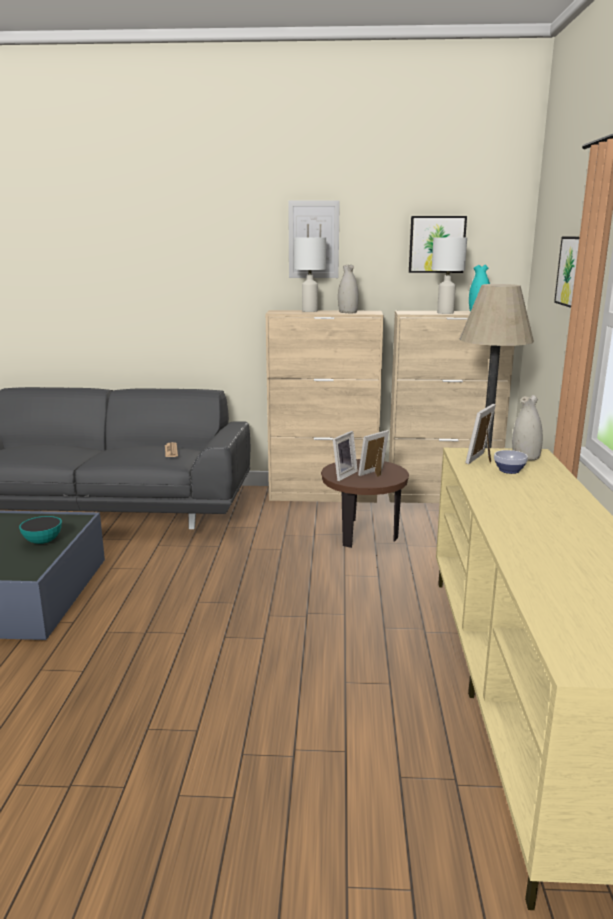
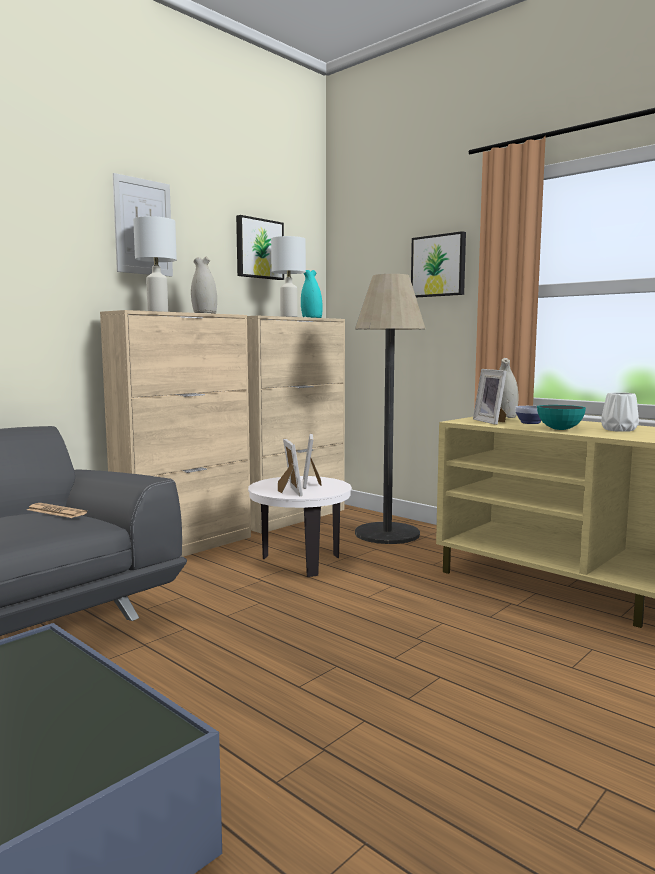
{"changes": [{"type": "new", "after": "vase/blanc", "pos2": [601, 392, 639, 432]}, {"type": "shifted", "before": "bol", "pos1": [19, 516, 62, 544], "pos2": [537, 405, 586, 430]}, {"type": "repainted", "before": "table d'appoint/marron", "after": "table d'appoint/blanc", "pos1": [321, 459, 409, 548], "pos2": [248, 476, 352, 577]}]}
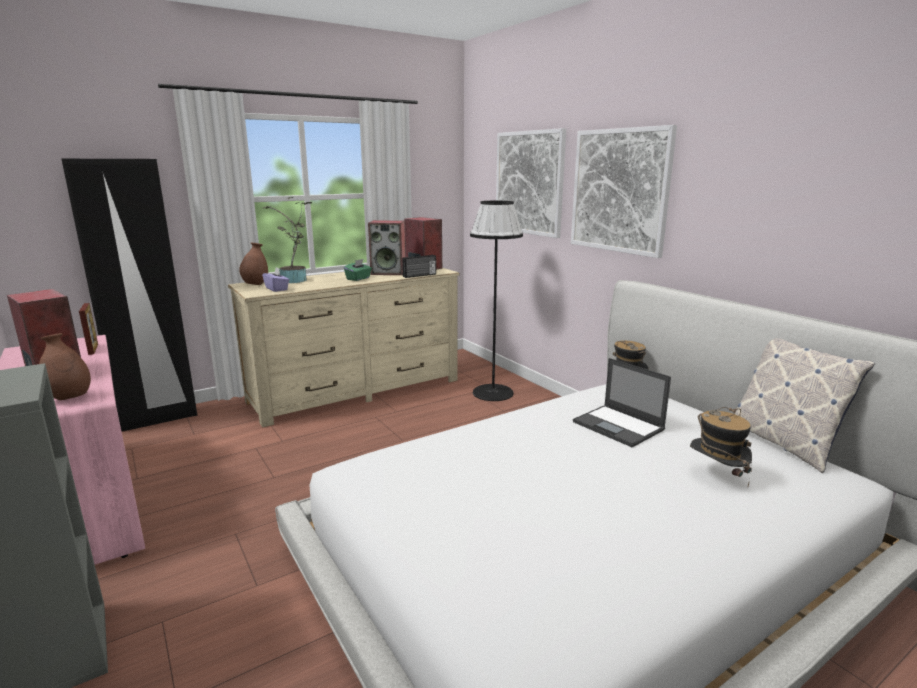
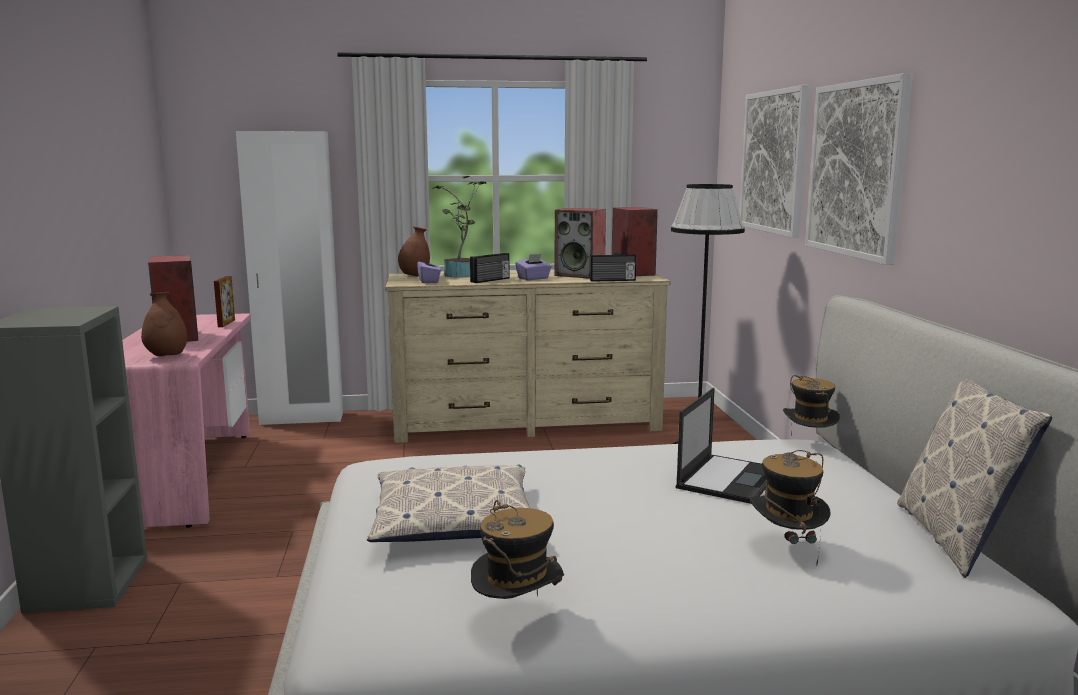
{"changes": [{"type": "new", "after": "coussin", "pos2": [367, 464, 530, 542]}, {"type": "new", "after": "radio", "pos2": [470, 253, 510, 283]}, {"type": "new", "after": "chapeau", "pos2": [471, 500, 564, 599]}, {"type": "repainted", "before": "armoire/noir", "after": "armoire/blanc", "pos1": [61, 159, 198, 432], "pos2": [236, 131, 343, 425]}, {"type": "repainted", "before": "boîte à mouchoirs/vert", "after": "boîte à mouchoirs/violet", "pos1": [344, 259, 372, 281], "pos2": [515, 254, 552, 280]}, {"type": "rotated", "before": "ordinateur portable", "pos1": [573, 358, 671, 447], "pos2": [676, 388, 767, 504], "turn": -135}]}
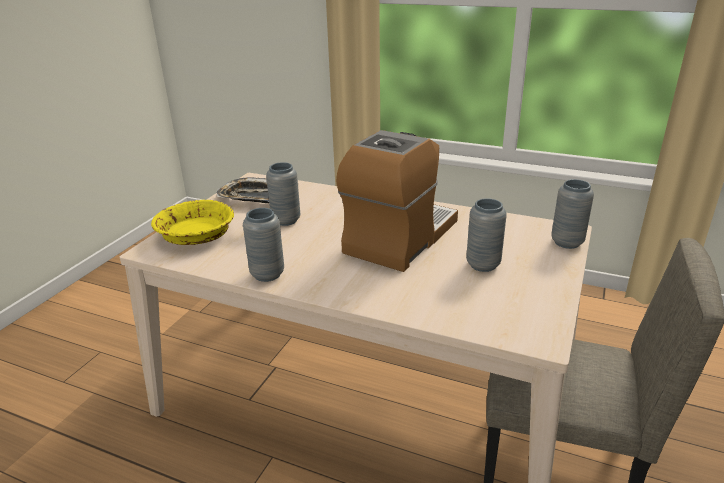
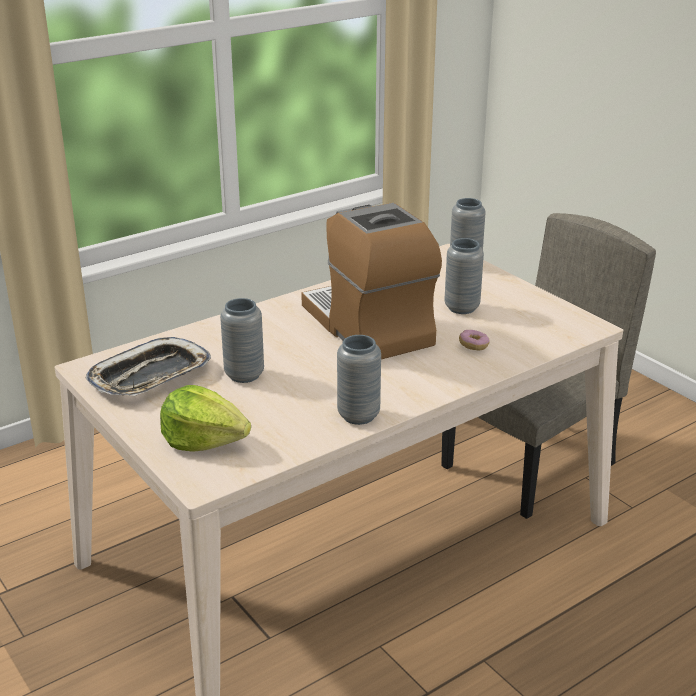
{"changes": [{"type": "new", "after": "beignet", "pos2": [459, 330, 490, 351]}, {"type": "swapped", "before": "bol/jaune", "after": "laitue", "pos1": [151, 199, 234, 245], "pos2": [160, 385, 251, 452]}]}
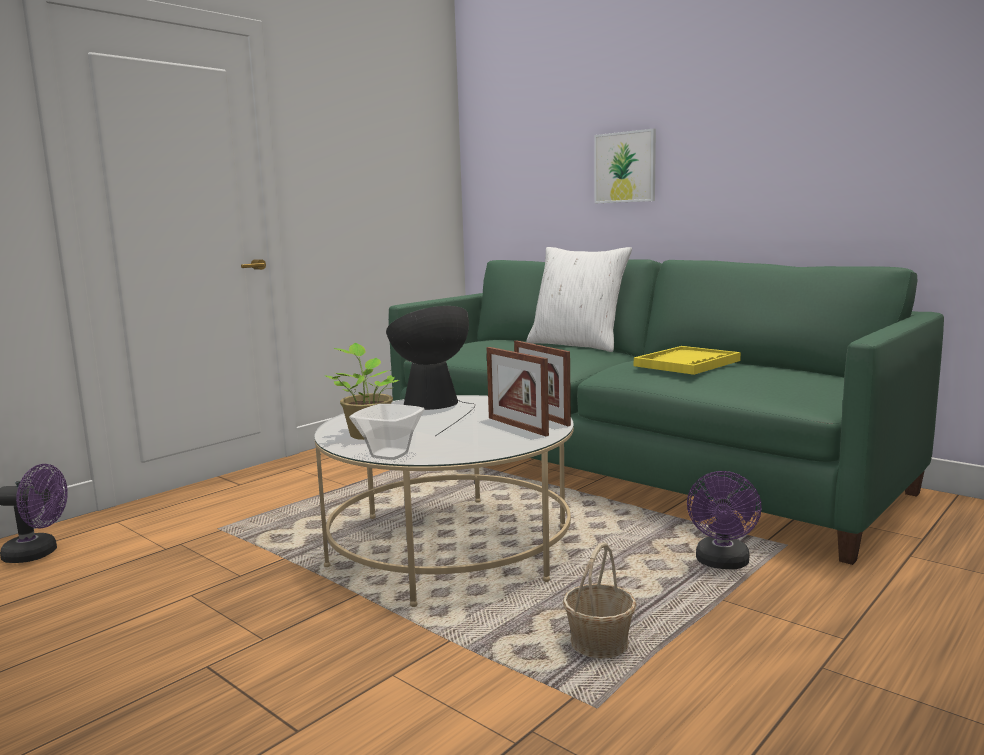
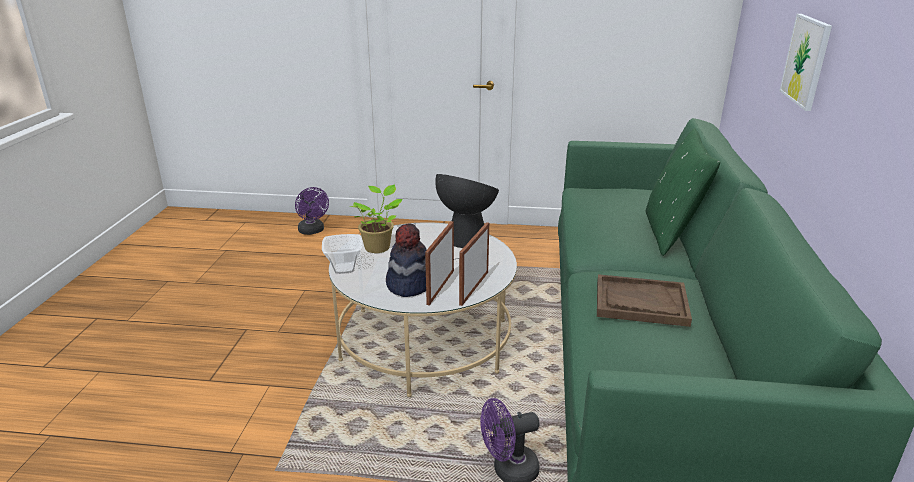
{"changes": [{"type": "gone", "before": "panier", "pos1": [563, 543, 636, 659]}, {"type": "new", "after": "chapeau", "pos2": [386, 223, 426, 297]}, {"type": "repainted", "before": "coussin/blanc", "after": "coussin/vert", "pos1": [526, 247, 632, 352], "pos2": [645, 128, 720, 256]}, {"type": "repainted", "before": "plateau/jaune", "after": "plateau/marron", "pos1": [634, 346, 741, 375], "pos2": [597, 274, 692, 327]}]}
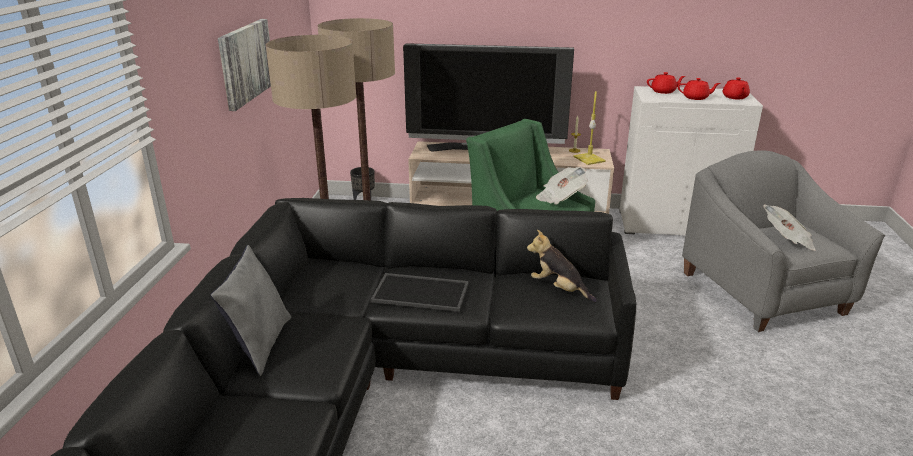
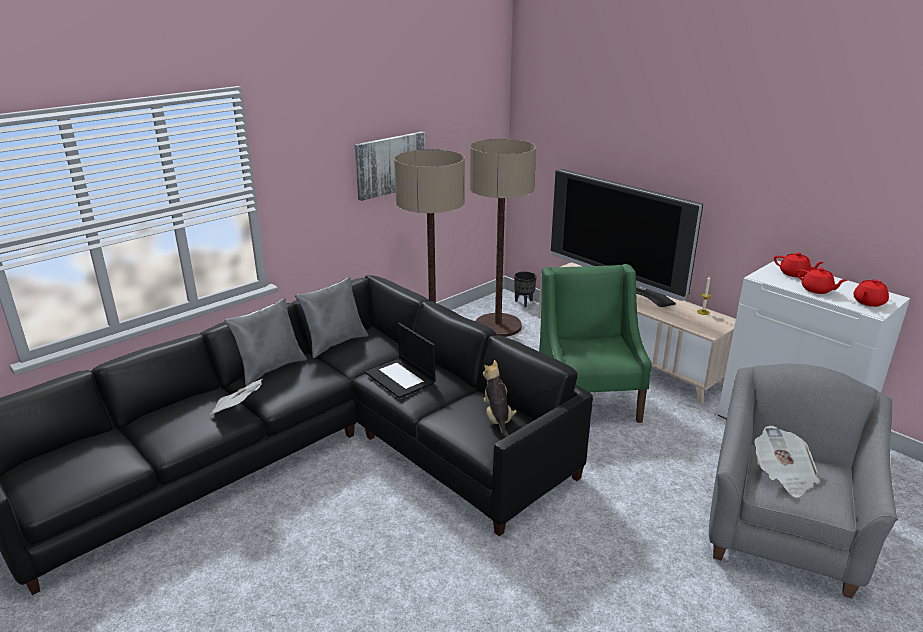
{"changes": [{"type": "gone", "before": "lampe de table/jaune", "pos1": [573, 91, 606, 165]}, {"type": "new", "after": "coussin/gris", "pos2": [295, 277, 369, 358]}, {"type": "shifted", "before": "journal", "pos1": [536, 167, 588, 204], "pos2": [210, 379, 262, 414]}, {"type": "swapped", "before": "plateau", "after": "ordinateur portable", "pos1": [371, 273, 469, 312], "pos2": [365, 323, 435, 399]}]}
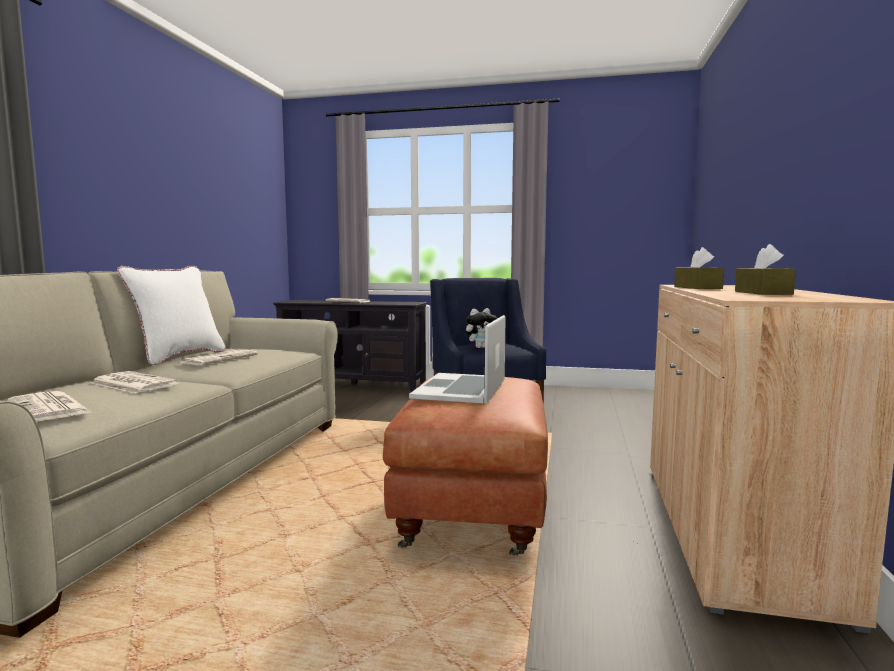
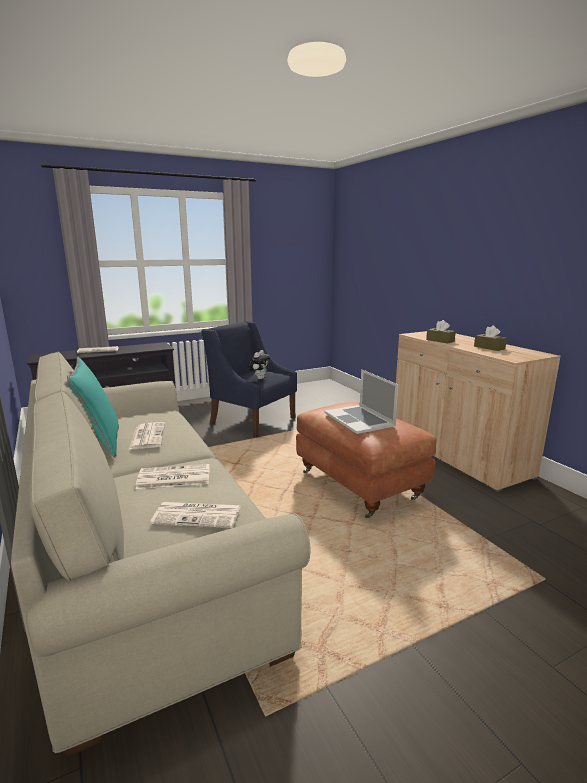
{"changes": [{"type": "repainted", "before": "coussin/blanc", "after": "coussin/turquoise", "pos1": [117, 266, 226, 365], "pos2": [67, 357, 119, 458]}]}
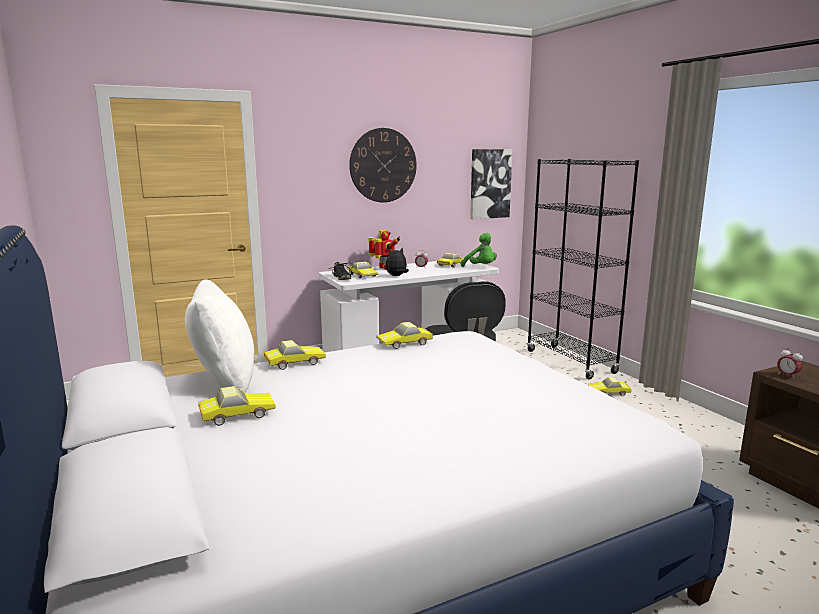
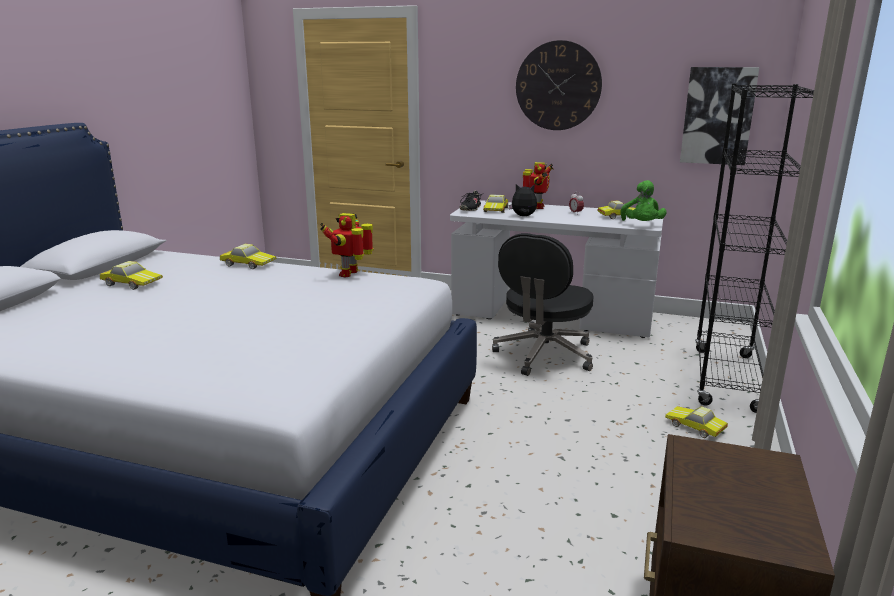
{"changes": [{"type": "gone", "before": "coussin/blanc", "pos1": [185, 280, 254, 393]}, {"type": "gone", "before": "réveil", "pos1": [777, 348, 803, 379]}, {"type": "swapped", "before": "petite voiture", "after": "robot jouet", "pos1": [376, 322, 433, 349], "pos2": [320, 213, 374, 277]}]}
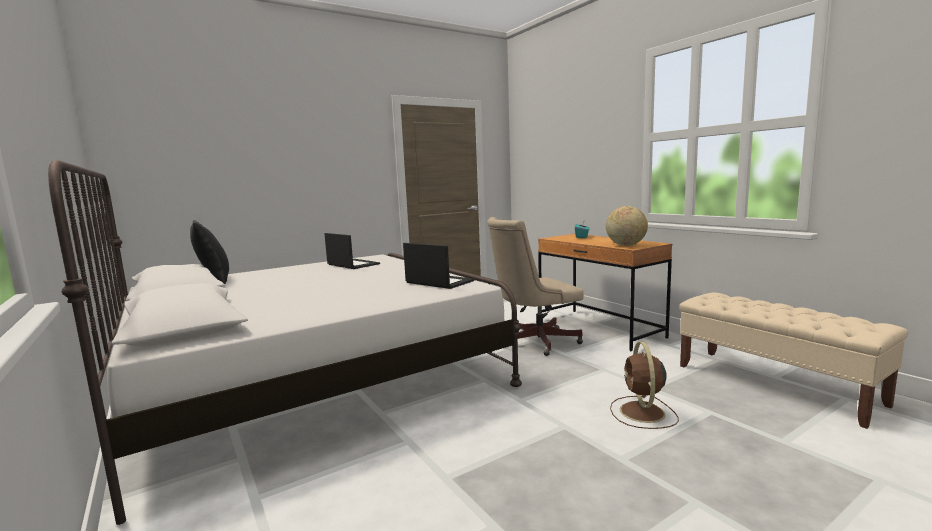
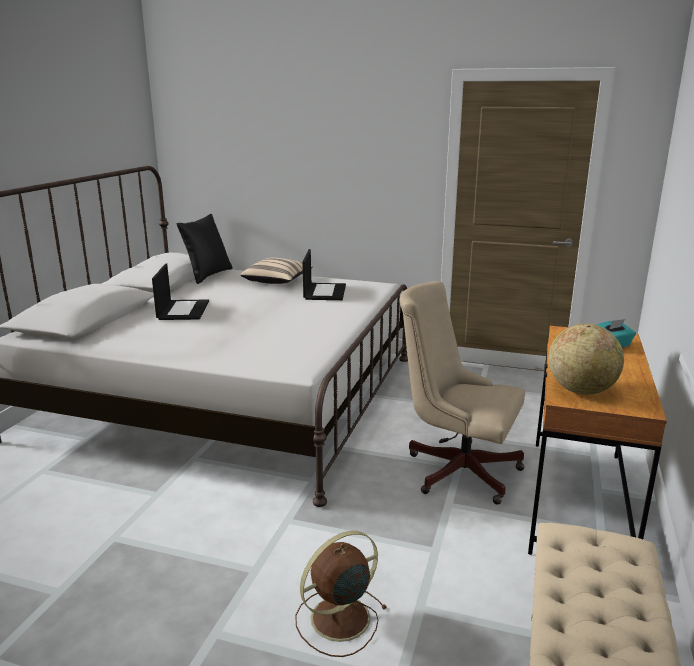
{"changes": [{"type": "new", "after": "coussin/beige", "pos2": [240, 258, 313, 284]}, {"type": "shifted", "before": "ordinateur portable", "pos1": [403, 243, 475, 289], "pos2": [152, 264, 209, 320]}]}
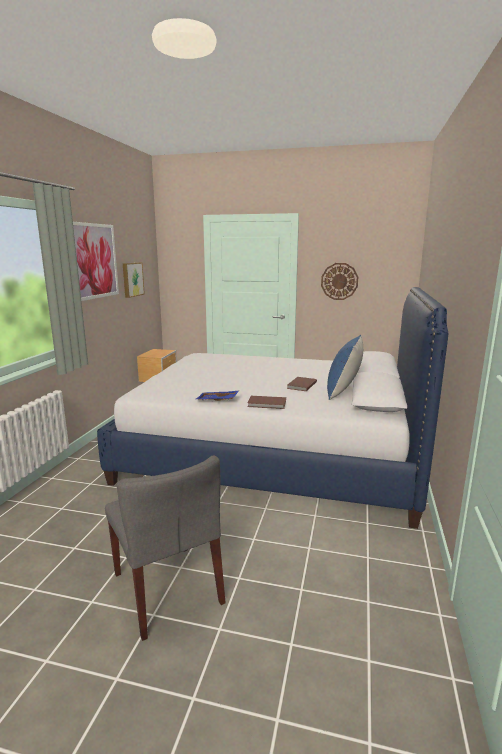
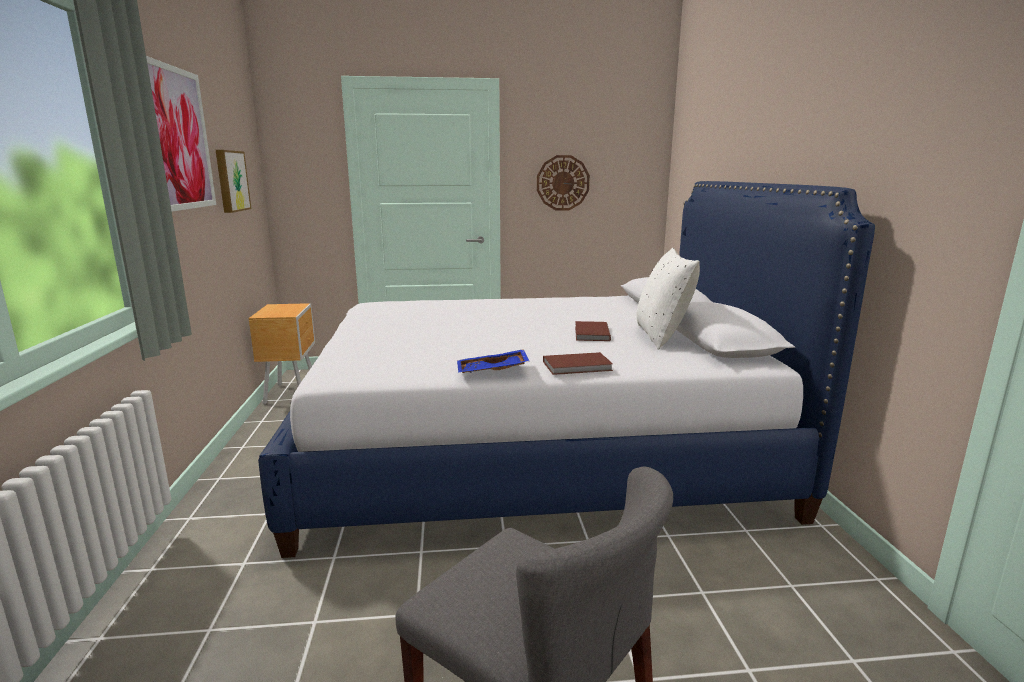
{"changes": [{"type": "repainted", "before": "coussin/bleu", "after": "coussin/blanc", "pos1": [327, 335, 363, 400], "pos2": [636, 248, 700, 350]}]}
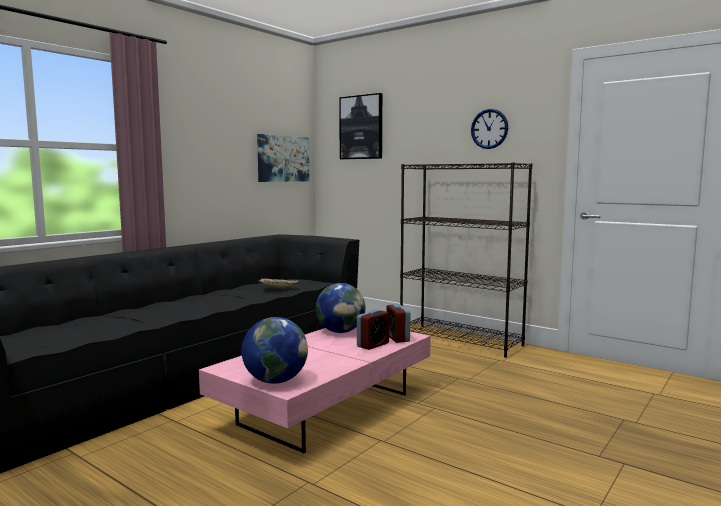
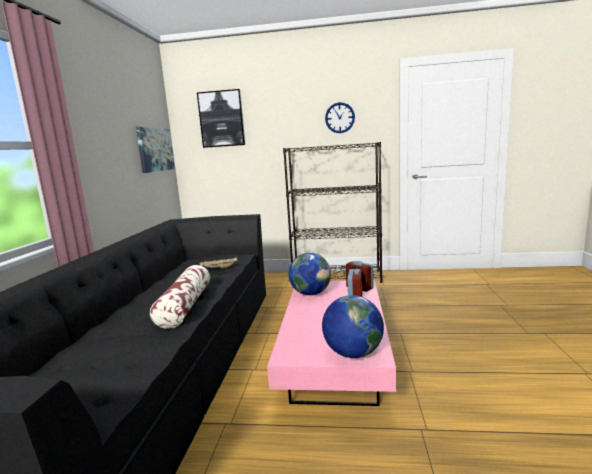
{"changes": [{"type": "new", "after": "coussin", "pos2": [150, 265, 210, 329]}]}
